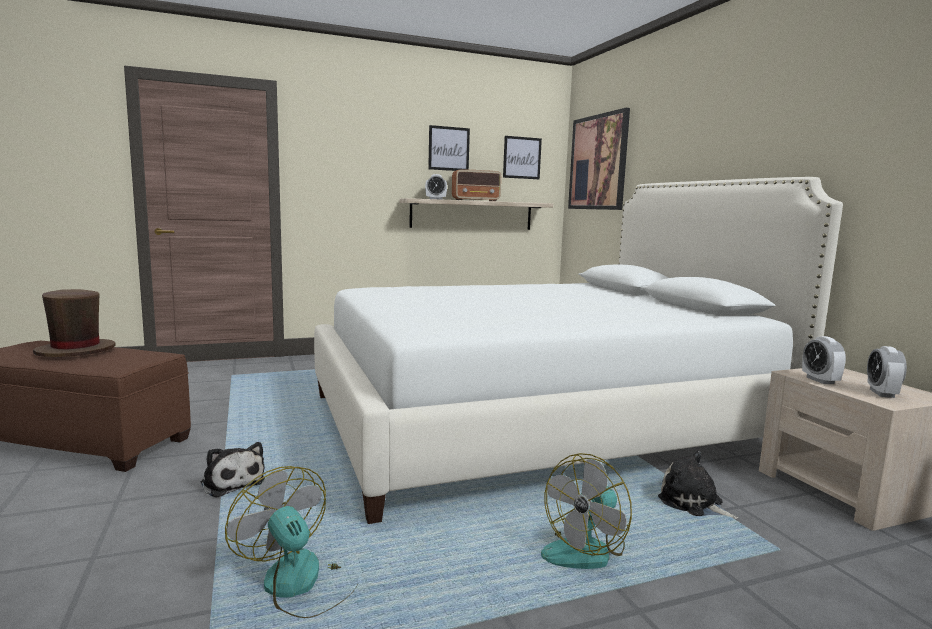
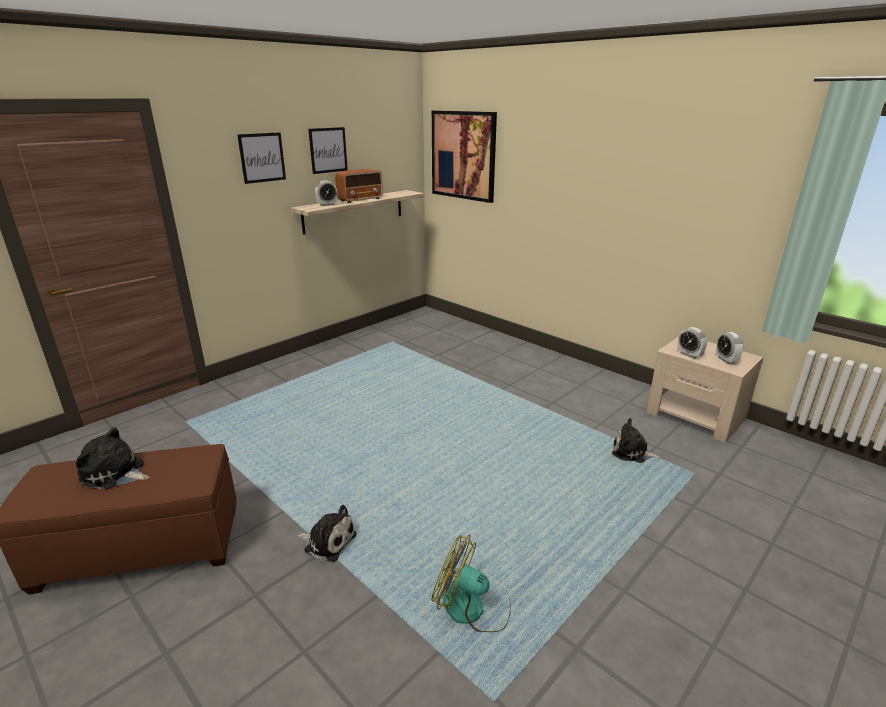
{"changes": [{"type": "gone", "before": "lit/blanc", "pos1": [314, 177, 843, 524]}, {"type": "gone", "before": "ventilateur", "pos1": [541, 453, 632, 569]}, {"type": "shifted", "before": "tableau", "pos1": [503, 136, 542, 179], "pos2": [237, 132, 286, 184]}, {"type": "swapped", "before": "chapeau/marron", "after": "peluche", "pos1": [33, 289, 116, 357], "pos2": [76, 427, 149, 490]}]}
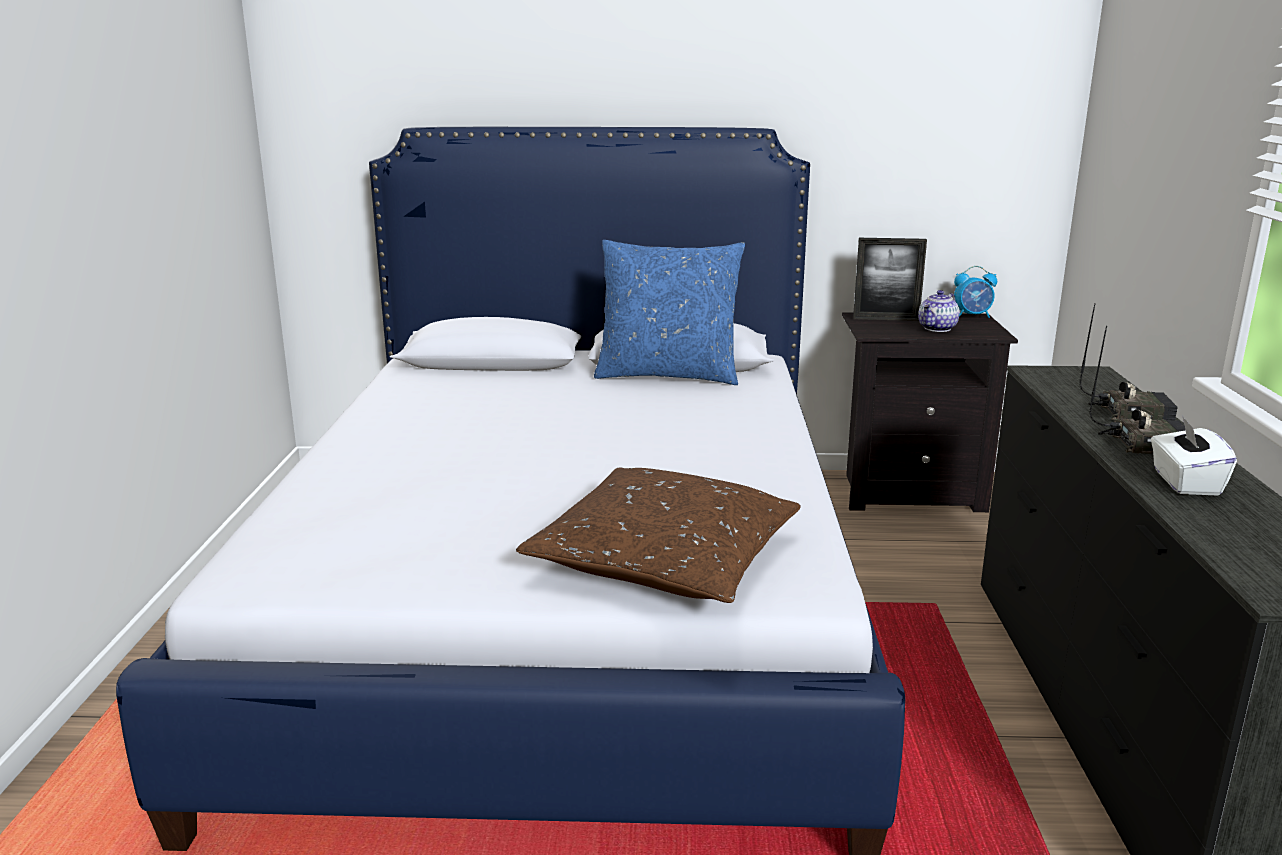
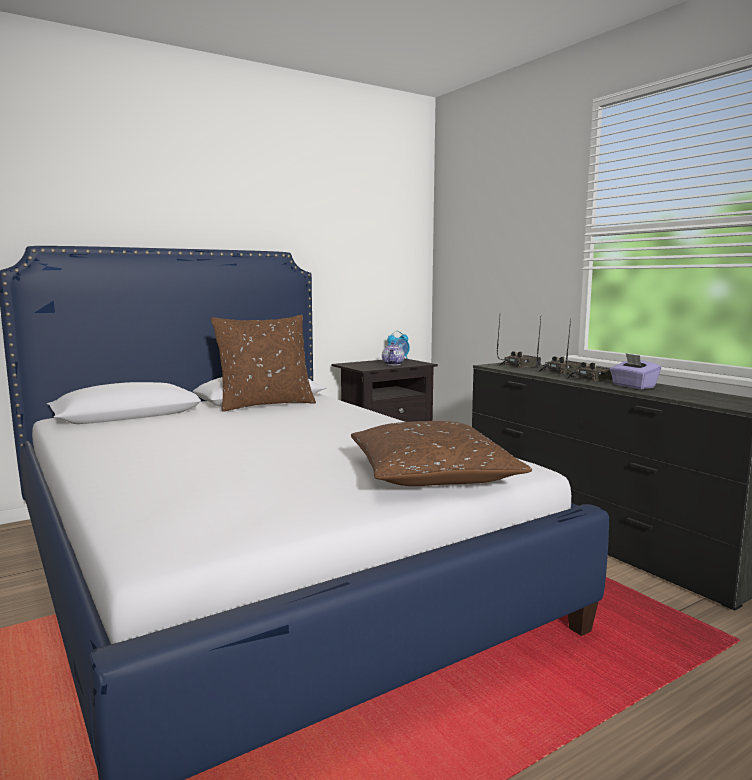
{"changes": [{"type": "gone", "before": "cadre photo", "pos1": [853, 238, 927, 321]}, {"type": "new", "after": "radio", "pos2": [497, 317, 541, 368]}, {"type": "repainted", "before": "coussin/bleu", "after": "coussin/marron", "pos1": [594, 240, 745, 385], "pos2": [211, 315, 316, 412]}, {"type": "repainted", "before": "boîte à mouchoirs/blanc", "after": "boîte à mouchoirs/violet", "pos1": [1151, 415, 1237, 496], "pos2": [610, 353, 661, 389]}]}
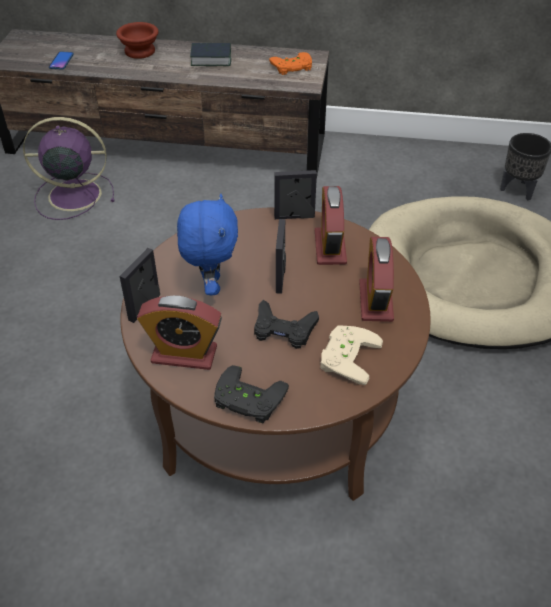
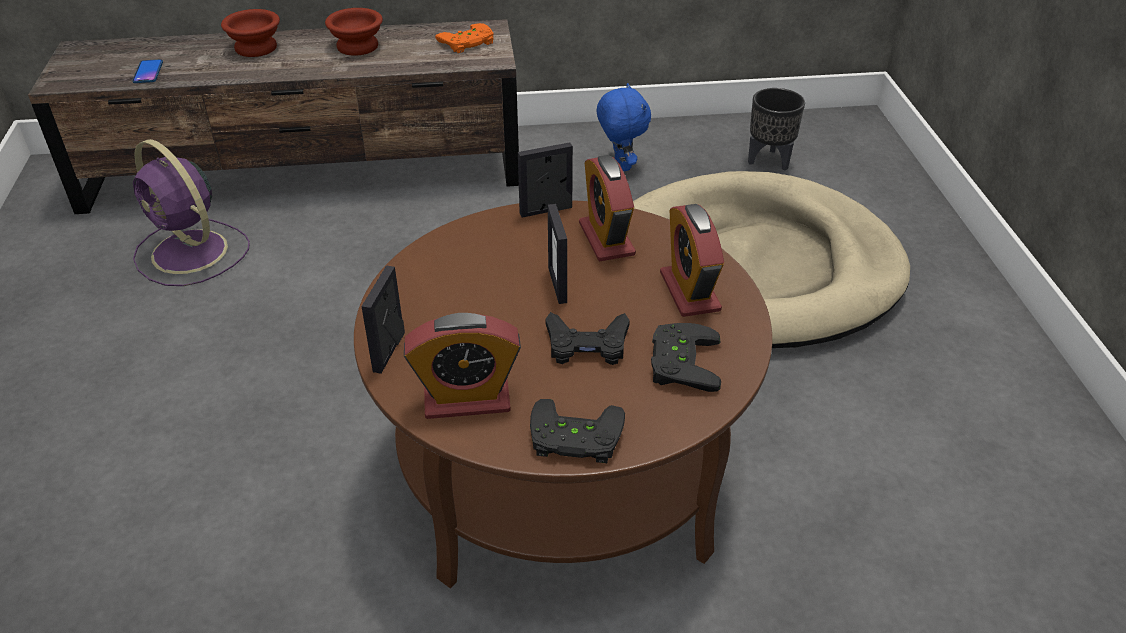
{"changes": [{"type": "shifted", "before": "peluche/bleu", "pos1": [177, 194, 238, 295], "pos2": [597, 83, 651, 171]}, {"type": "swapped", "before": "livre", "after": "bol/marron", "pos1": [190, 43, 231, 66], "pos2": [325, 8, 383, 56]}, {"type": "repainted", "before": "manette/beige", "after": "manette/noir", "pos1": [320, 325, 383, 385], "pos2": [651, 323, 721, 392]}, {"type": "rotated", "before": "ventilateur/violet", "pos1": [23, 117, 114, 220], "pos2": [133, 139, 250, 286], "turn": -120}]}
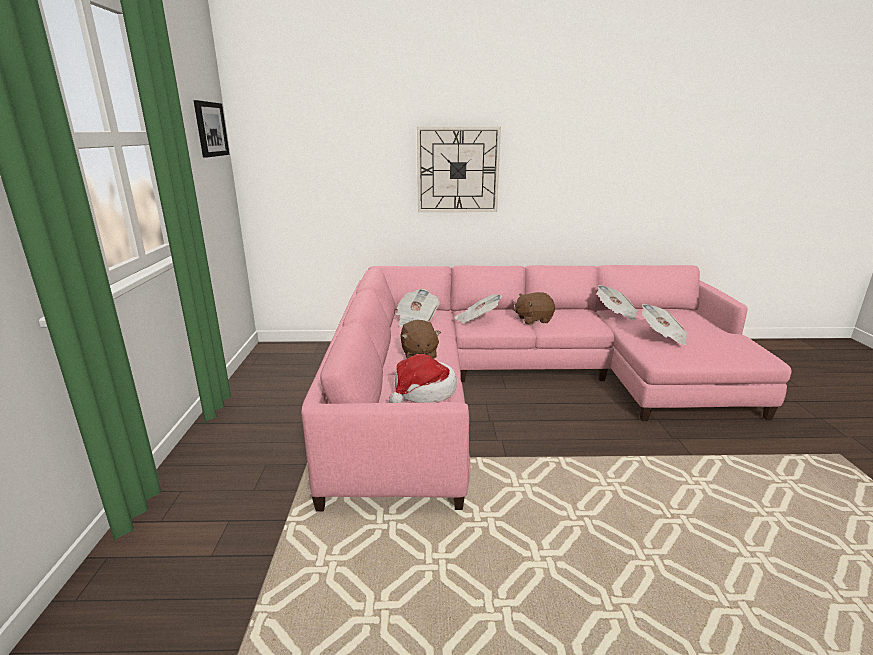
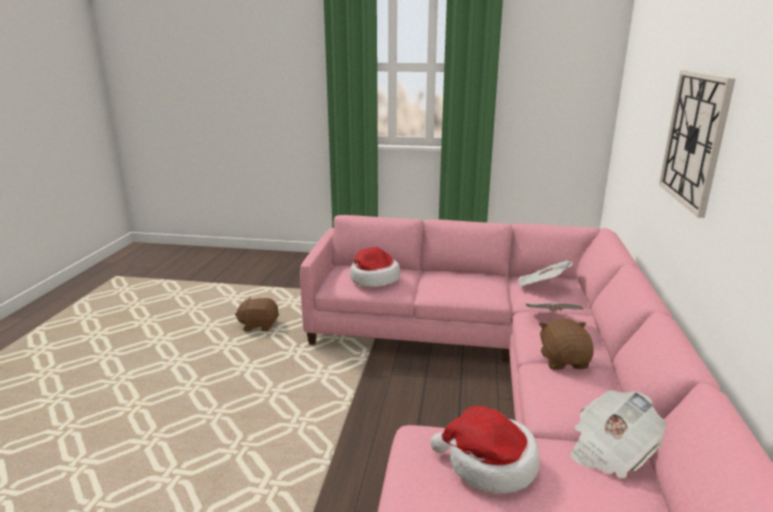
{"changes": [{"type": "gone", "before": "tableau", "pos1": [194, 100, 230, 158]}, {"type": "shifted", "before": "peluche/marron", "pos1": [401, 320, 441, 359], "pos2": [235, 297, 279, 332]}, {"type": "swapped", "before": "journal", "after": "chapeau", "pos1": [642, 304, 688, 345], "pos2": [430, 406, 540, 494]}]}
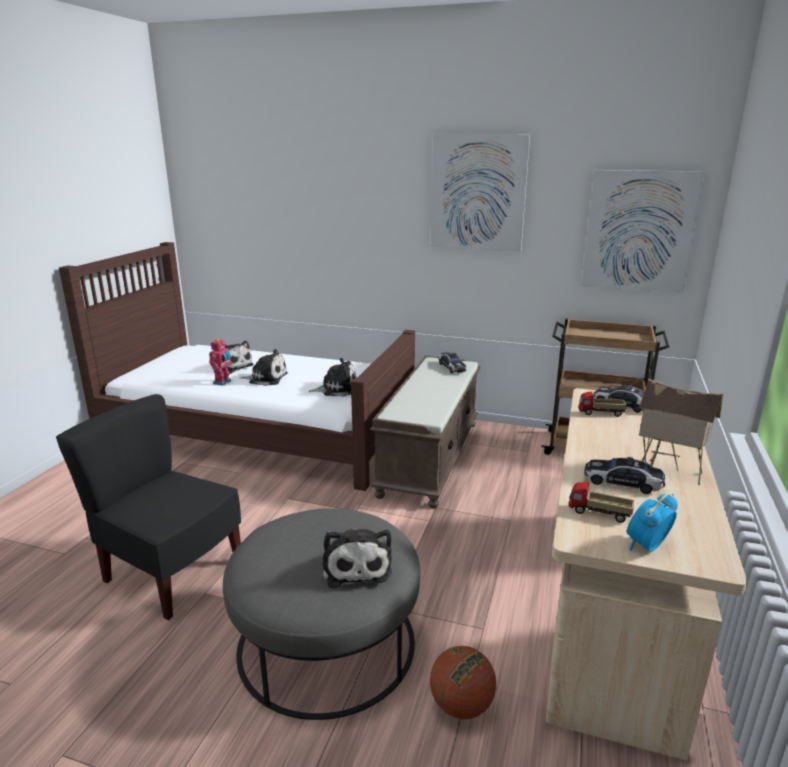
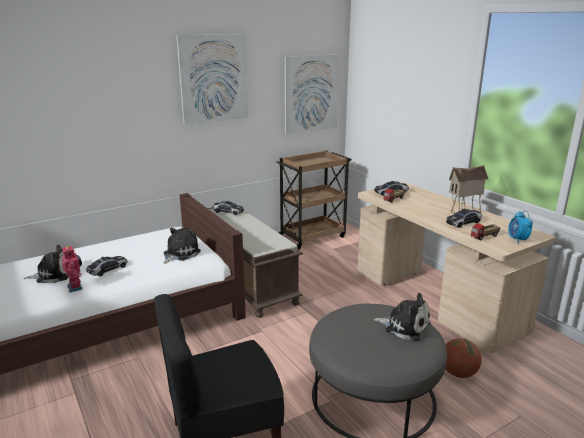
{"changes": [{"type": "swapped", "before": "peluche", "after": "petite voiture", "pos1": [239, 349, 288, 386], "pos2": [86, 256, 127, 276]}]}
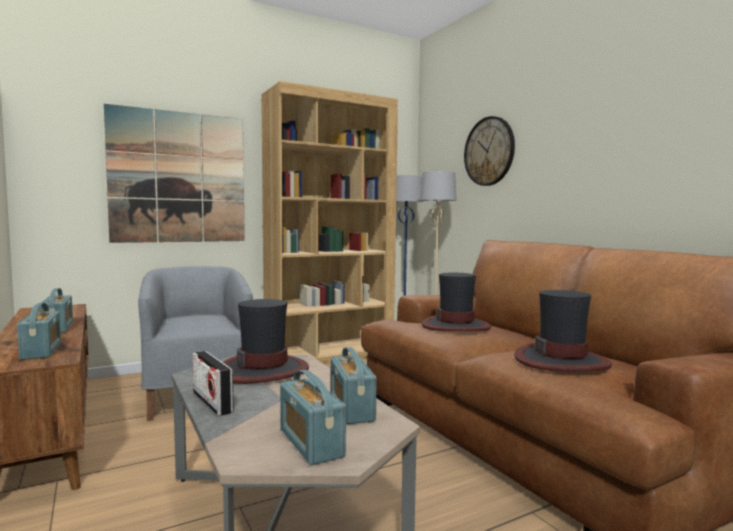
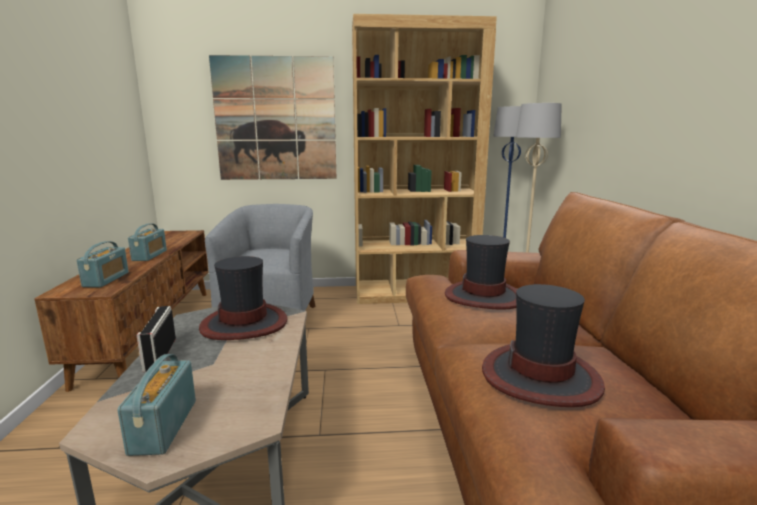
{"changes": [{"type": "gone", "before": "radio", "pos1": [331, 347, 377, 424]}, {"type": "gone", "before": "horloge murale", "pos1": [464, 116, 515, 186]}]}
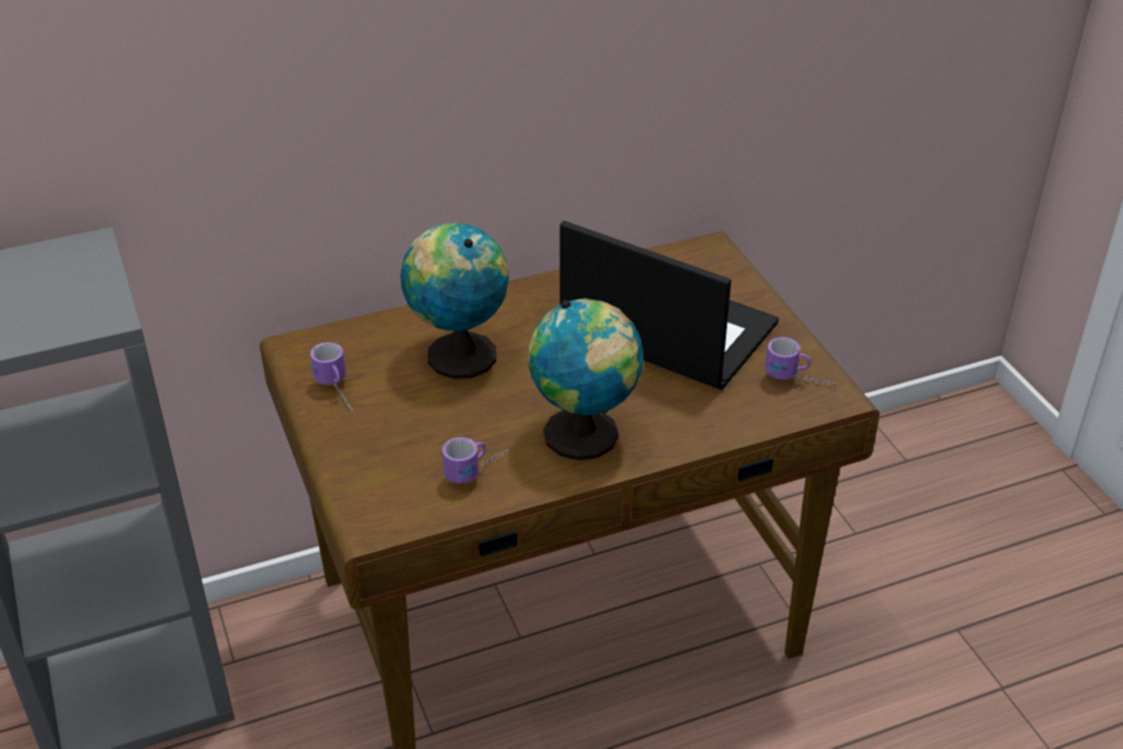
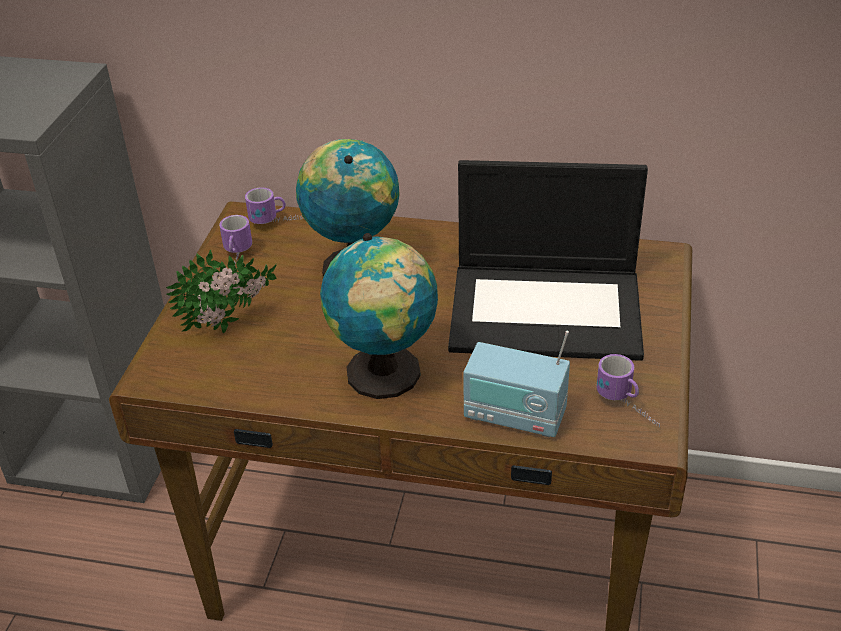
{"changes": [{"type": "new", "after": "plante en pot", "pos2": [166, 250, 277, 333]}, {"type": "new", "after": "radio", "pos2": [463, 330, 570, 437]}, {"type": "shifted", "before": "mug", "pos1": [442, 437, 509, 483], "pos2": [245, 187, 302, 224]}, {"type": "rotated", "before": "ordinateur portable", "pos1": [560, 221, 779, 390], "pos2": [448, 160, 648, 361], "turn": 120}]}
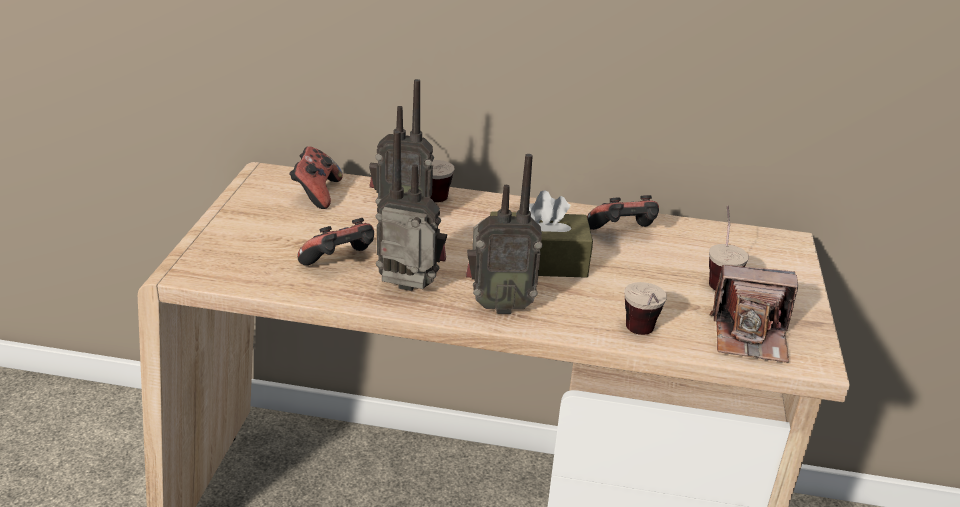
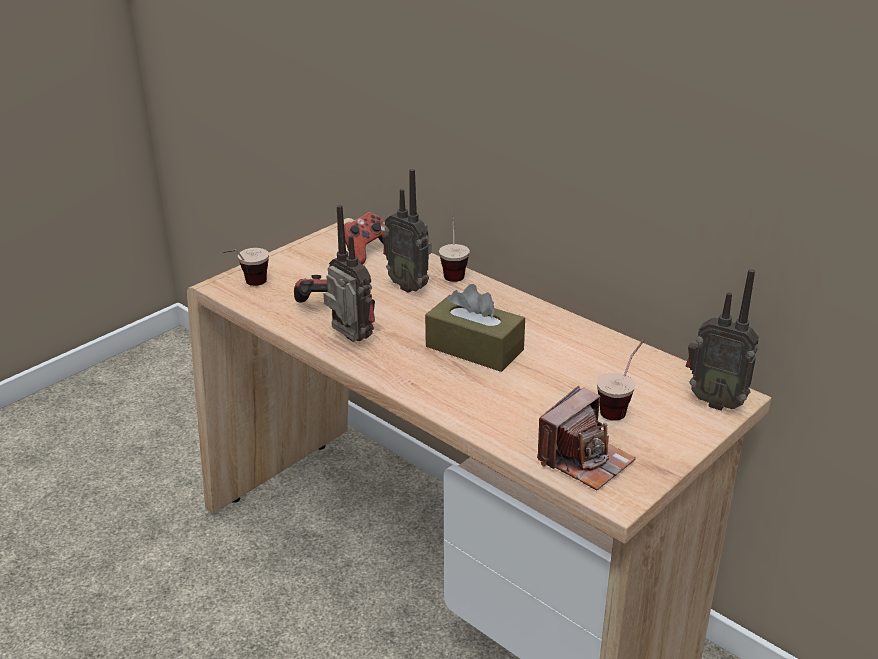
{"changes": [{"type": "gone", "before": "manette", "pos1": [587, 195, 659, 230]}, {"type": "shifted", "before": "radio", "pos1": [466, 154, 543, 314], "pos2": [686, 269, 759, 410]}, {"type": "shifted", "before": "tasse", "pos1": [624, 282, 667, 335], "pos2": [222, 248, 269, 286]}, {"type": "rotated", "before": "appareil photo", "pos1": [709, 265, 798, 363], "pos2": [537, 386, 636, 490], "turn": -90}]}
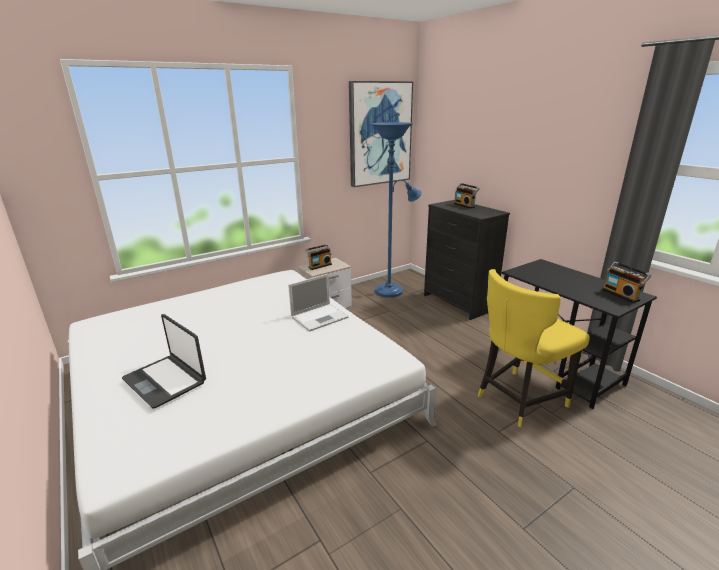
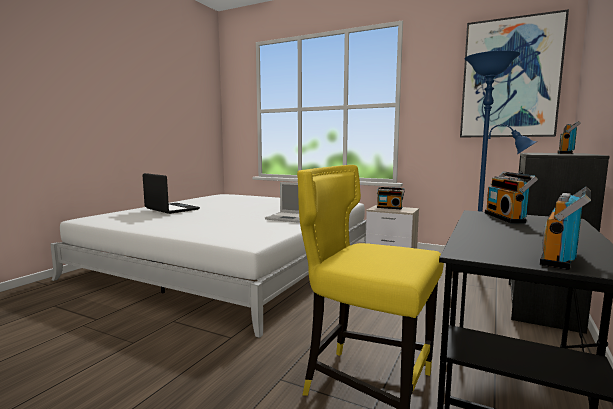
{"changes": [{"type": "new", "after": "radio", "pos2": [485, 172, 538, 223]}, {"type": "rotated", "before": "ordinateur portable", "pos1": [122, 314, 206, 409], "pos2": [143, 173, 200, 214], "turn": 120}]}
